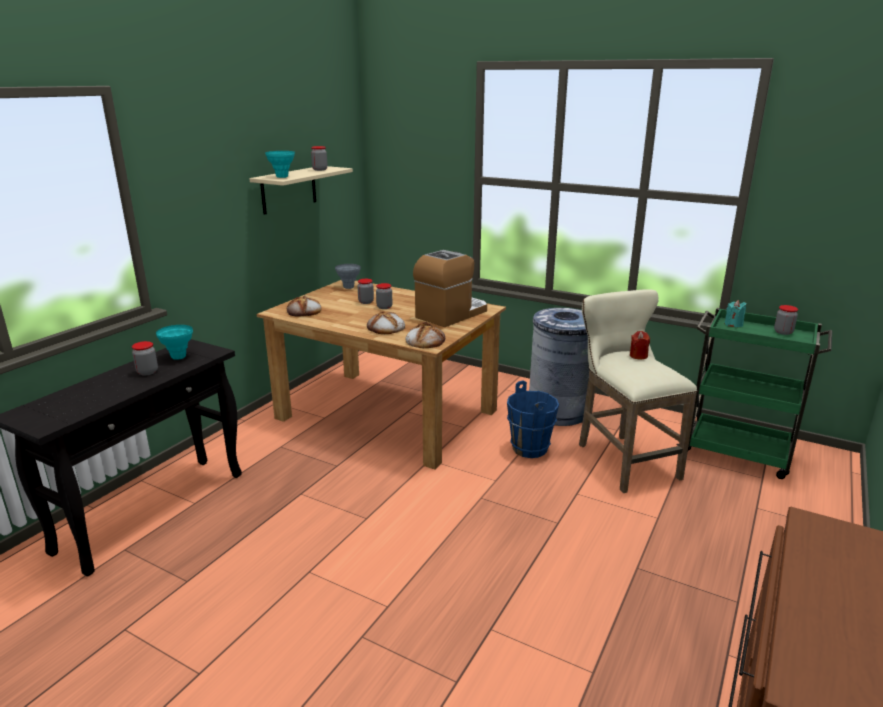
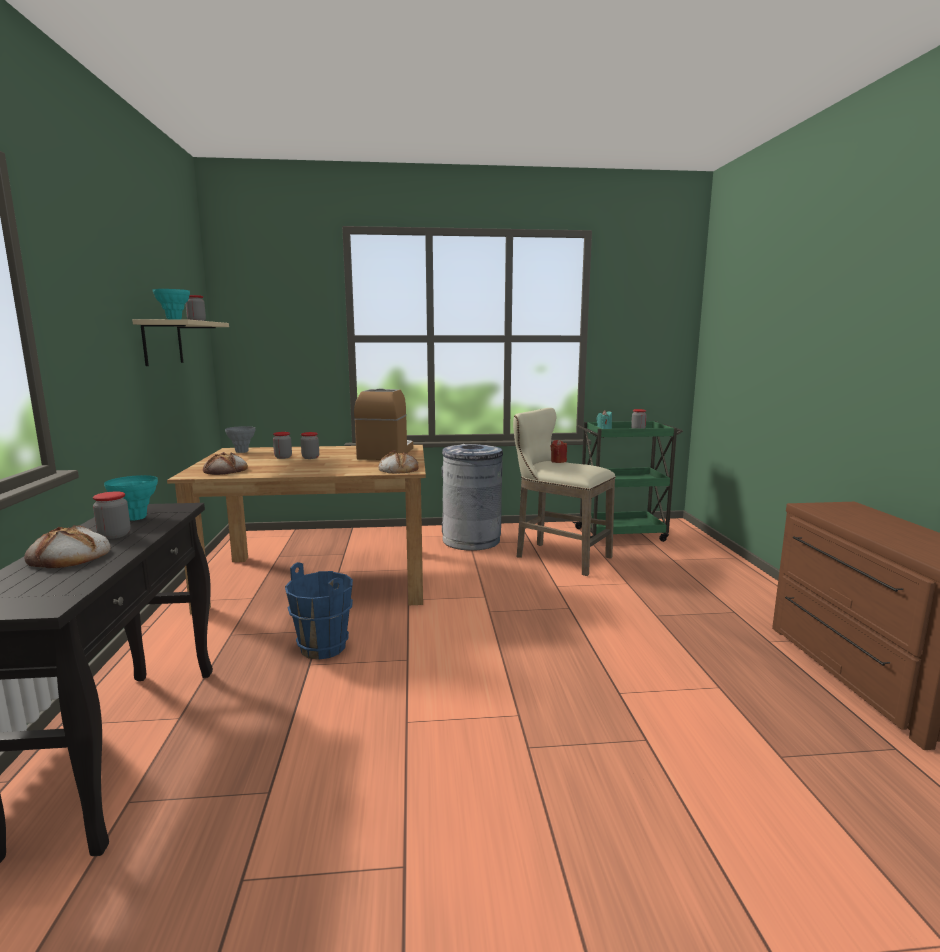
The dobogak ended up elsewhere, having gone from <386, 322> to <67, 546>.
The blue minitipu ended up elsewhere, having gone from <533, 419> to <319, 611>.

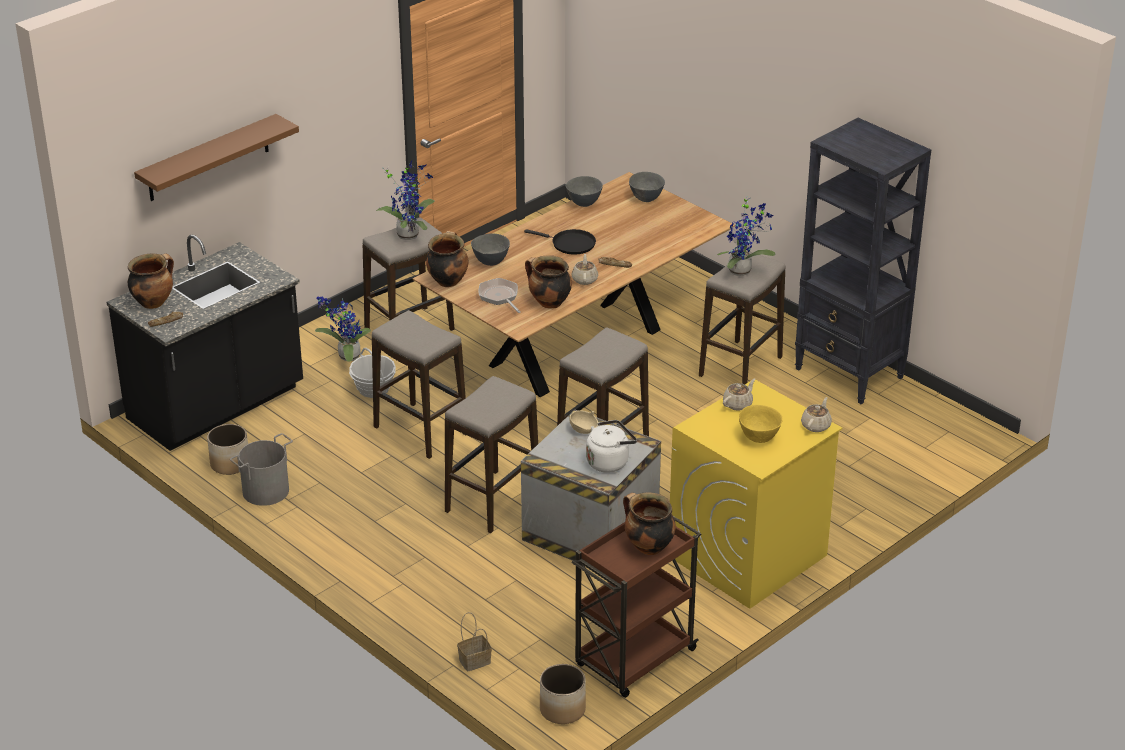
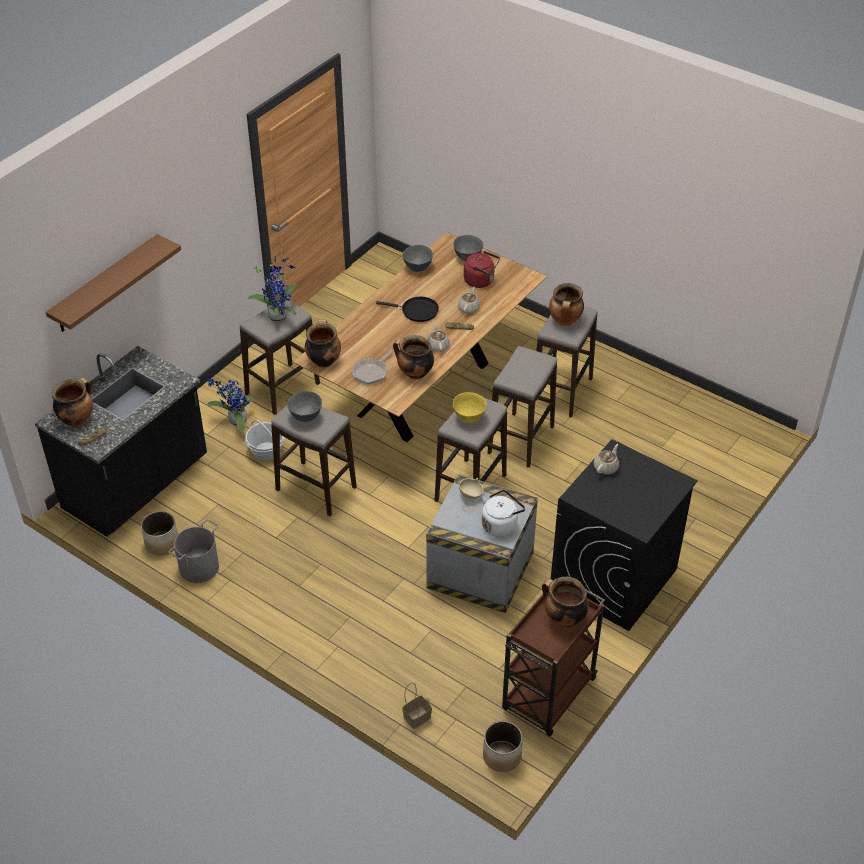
The second view lost the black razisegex at <863, 261>.
The second view gained the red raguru at <482, 269>.
The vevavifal ended up elsewhere, having gone from <491, 454> to <522, 407>.
The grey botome ended up elsewhere, having gone from <490, 249> to <304, 406>.
The yellow botome ended up elsewhere, having gone from <761, 424> to <470, 407>.
The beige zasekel ended up elsewhere, having gone from <816, 414> to <469, 299>.
Where the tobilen stood at <746, 236>, the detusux came to stand at <566, 304>.
What was the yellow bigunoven at <756, 494> turned into the black bigunoven at <624, 535>.
The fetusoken at <500, 295> ended up facing another way, 105 degrees counterclockwise from before.

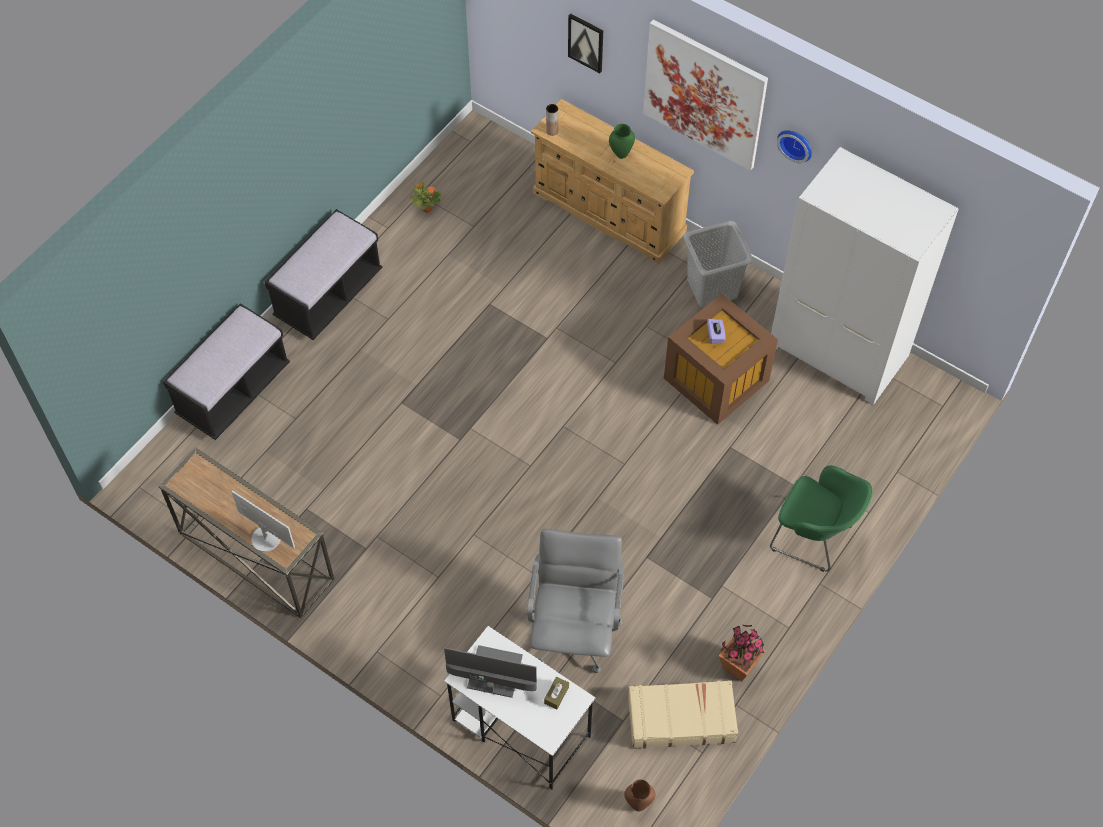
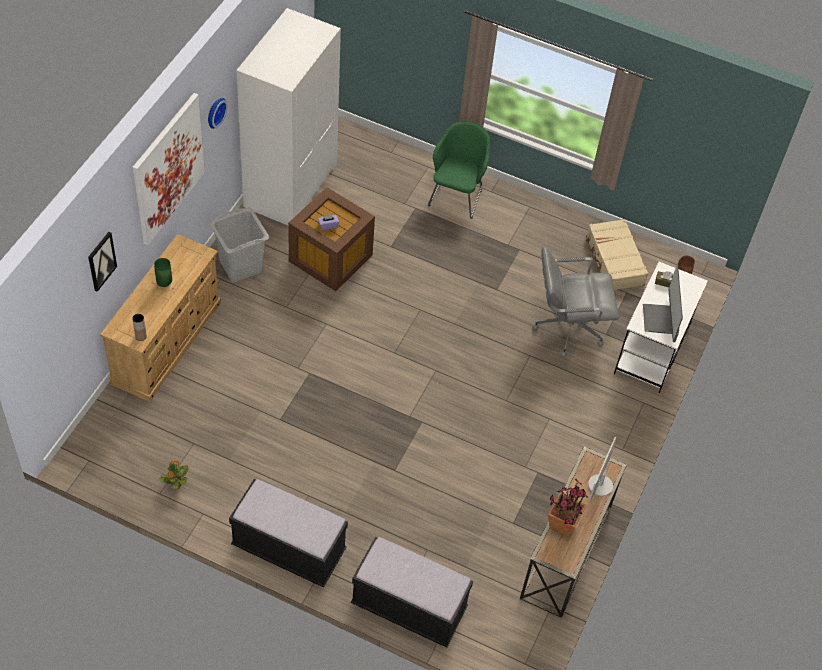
The tobilen ended up elsewhere, having gone from <742, 653> to <568, 507>.

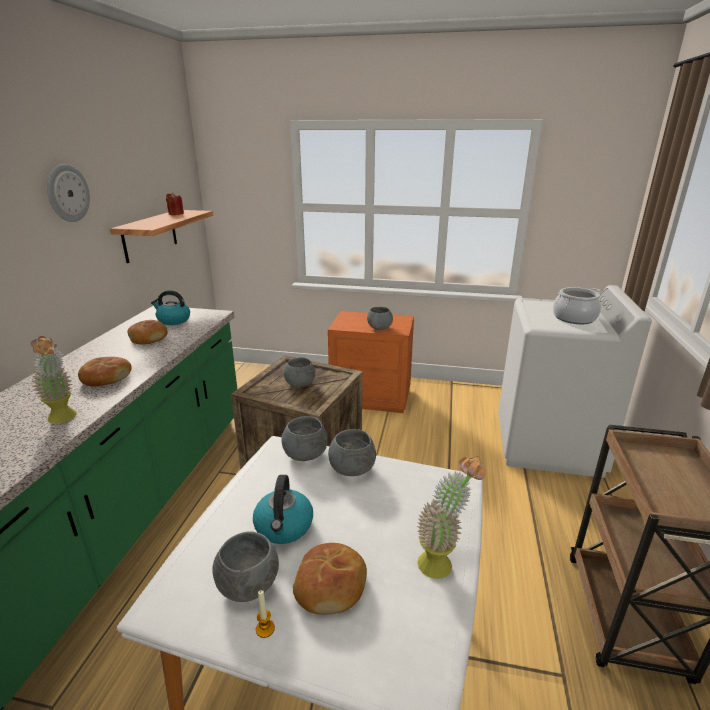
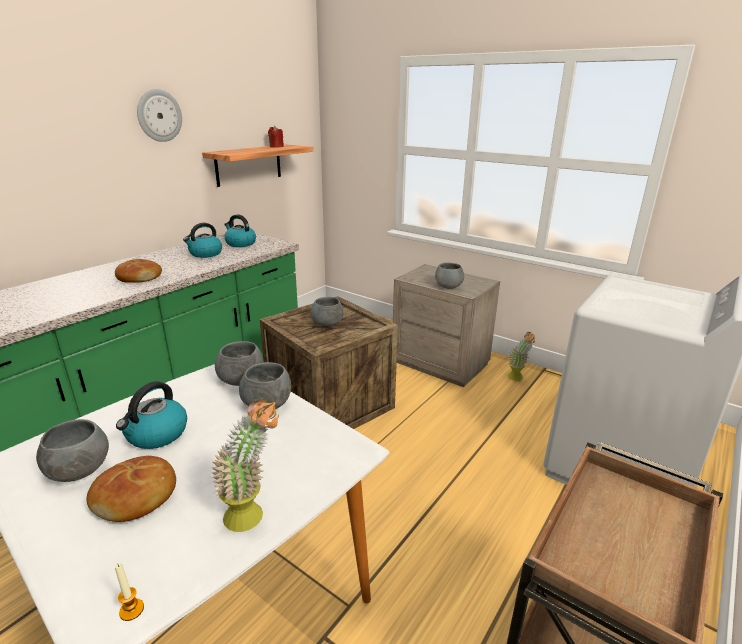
The second view lost the detusux at <577, 305>.
The tobilen ended up elsewhere, having gone from <54, 380> to <521, 356>.
The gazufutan ended up elsewhere, having gone from <265, 614> to <129, 592>.
Where the dobogak stood at <147, 332>, the raguru came to stand at <202, 240>.
What was the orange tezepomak at <371, 362> turned into the beige tezepomak at <446, 325>.

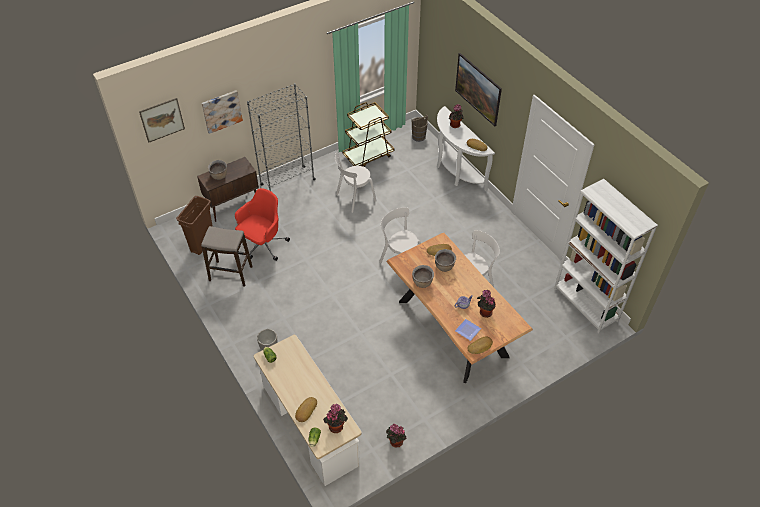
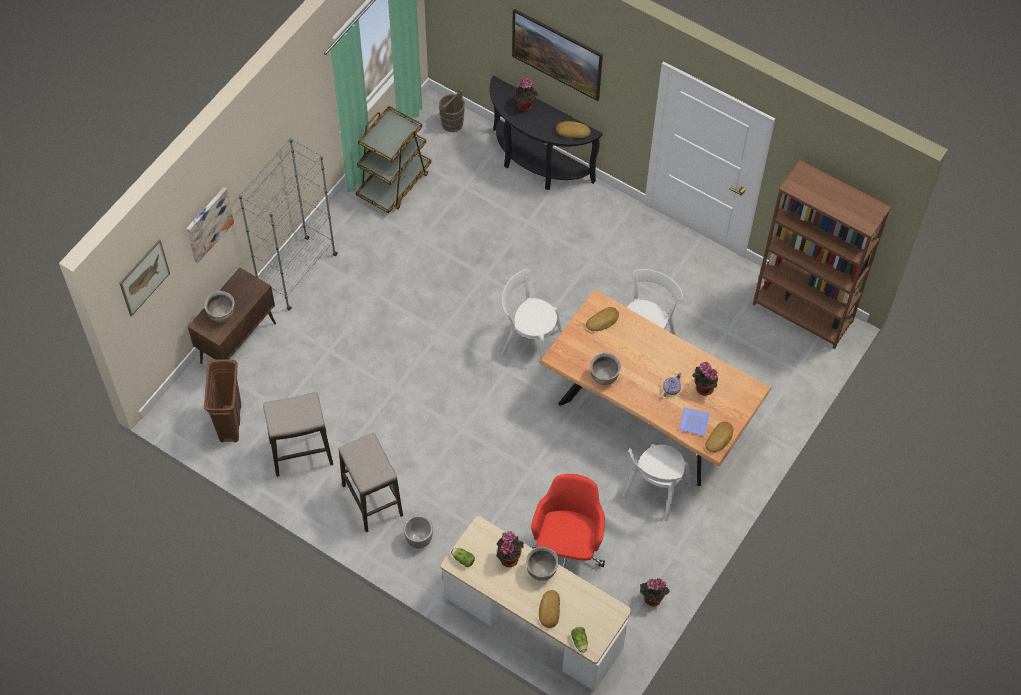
The second view gained the vevavifal at <370, 482>.
The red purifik ended up elsewhere, having gone from <262, 224> to <567, 521>.
The tobilen ended up elsewhere, having gone from <335, 418> to <510, 549>.
The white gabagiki ended up elsewhere, having gone from <356, 183> to <656, 483>.
The brown detusux ended up elsewhere, having gone from <445, 260> to <542, 564>.
What was the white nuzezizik at <466, 148> turned into the black nuzezizik at <546, 133>.
What was the white razisegex at <606, 256> turned into the brown razisegex at <822, 254>.

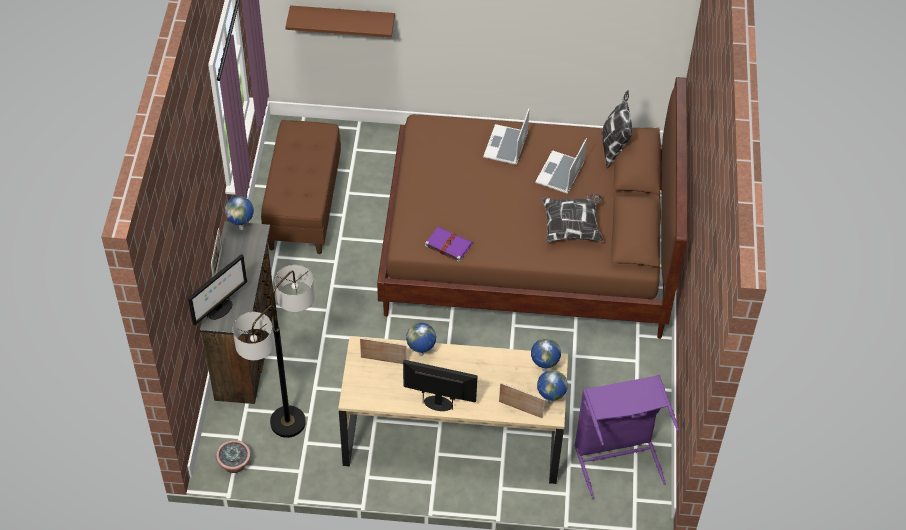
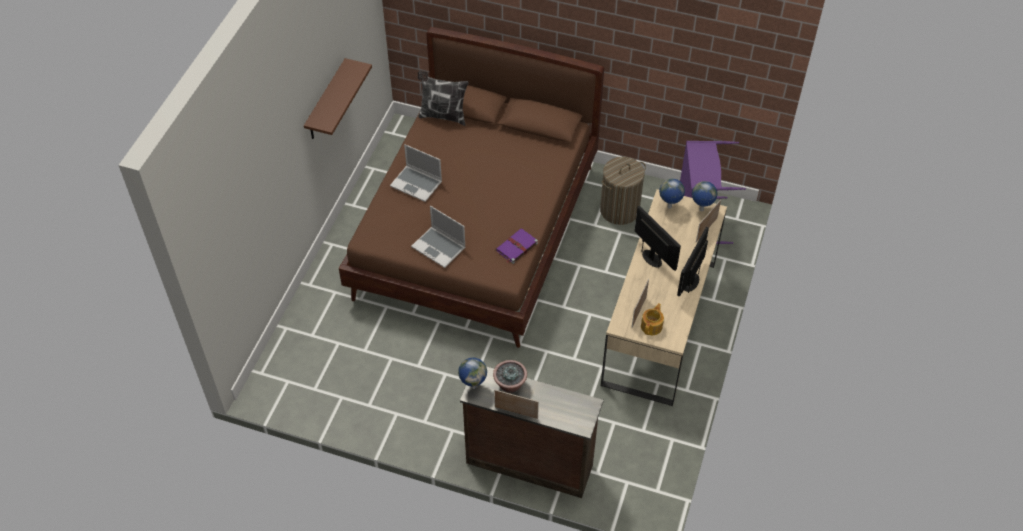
The second view lost the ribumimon at <274, 351>.
The second view lost the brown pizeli at <301, 187>.
The second view lost the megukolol at <421, 339>.
The second view lost the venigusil at <572, 218>.
The second view gained the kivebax at <623, 190>.
The second view gained the zasekel at <652, 319>.
The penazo ended up elsewhere, having gone from <217, 289> to <658, 238>.
The tobilen ended up elsewhere, having gone from <233, 456> to <510, 376>.
The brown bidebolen ended up elsewhere, having gone from <340, 21> to <338, 98>.
The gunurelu ended up elsewhere, having gone from <561, 166> to <438, 237>.

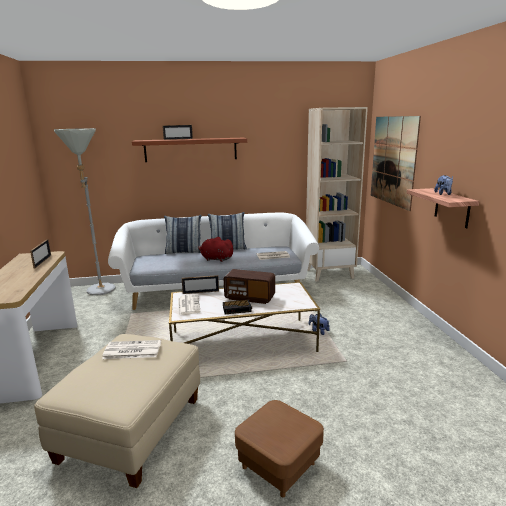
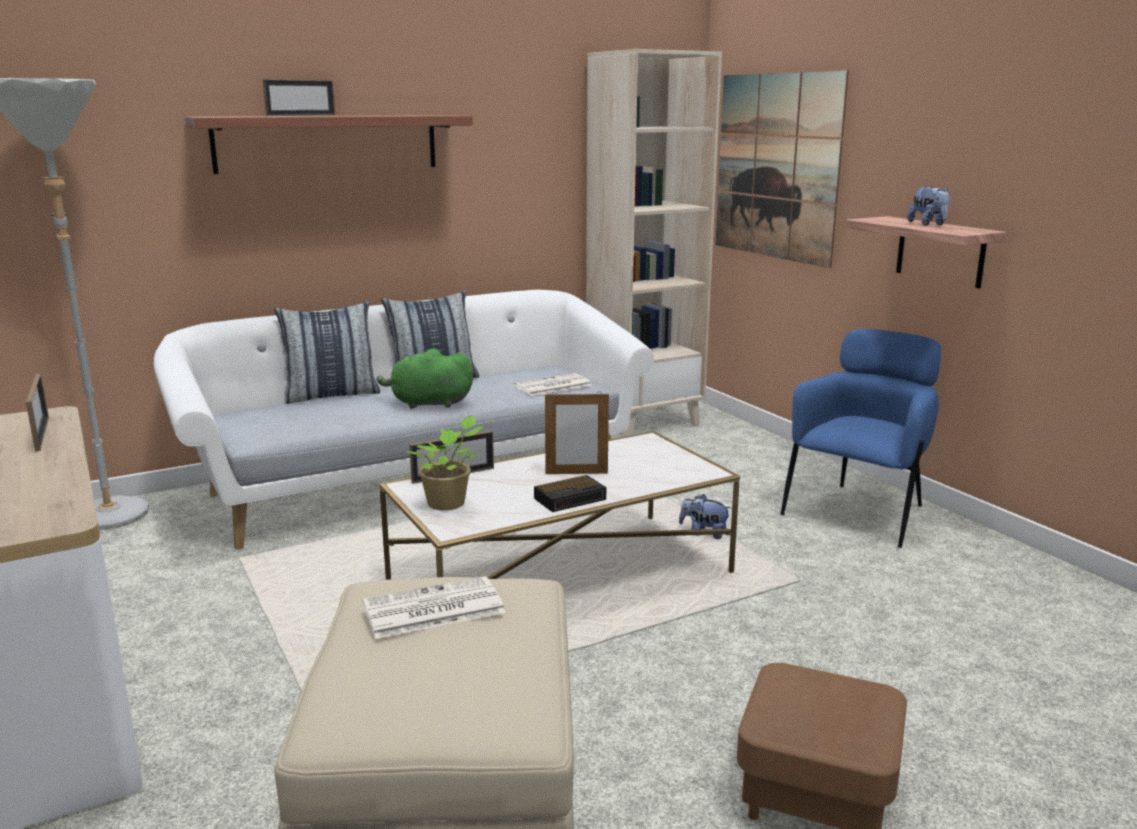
The second view gained the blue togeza at <860, 438>.
Where the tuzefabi stood at <189, 304>, the tobilen came to stand at <446, 463>.
Where the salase stood at <249, 286>, the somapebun came to stand at <577, 432>.
What was the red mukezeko at <216, 249> turned into the green mukezeko at <425, 378>.

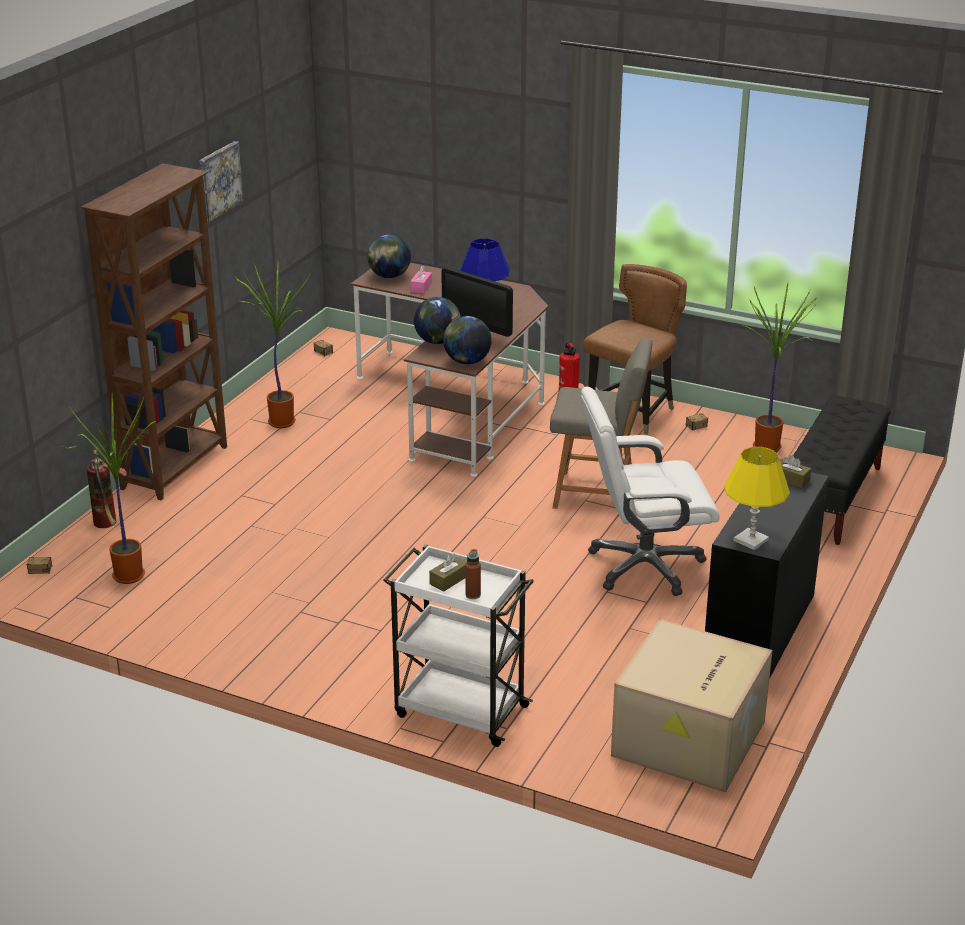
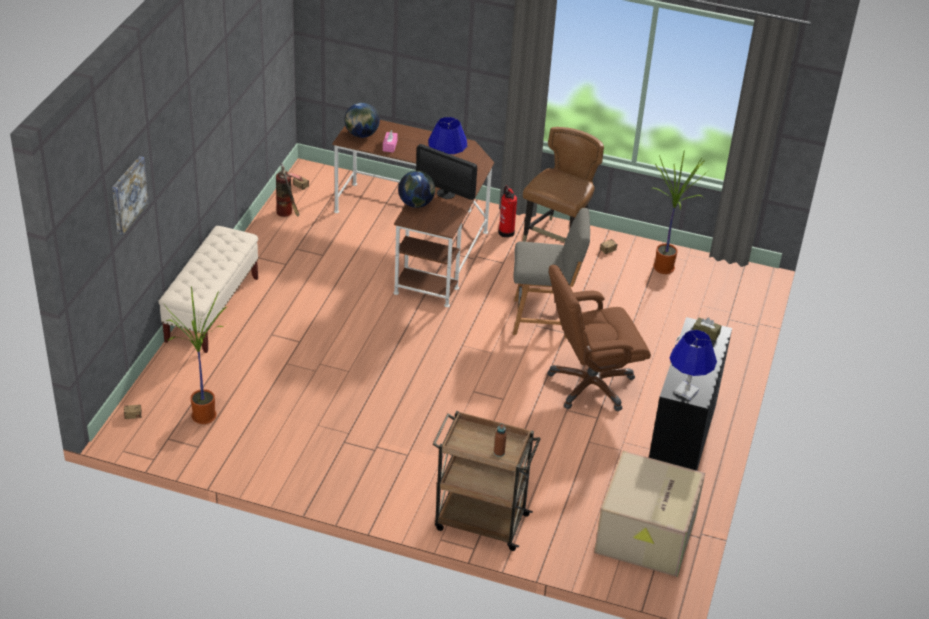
The second view lost the tobilen at <273, 345>.
The second view lost the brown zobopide at <447, 572>.
The second view lost the megukolol at <467, 340>.
The second view lost the black pizeli at <842, 470>.
The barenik ended up elsewhere, having gone from <107, 488> to <289, 190>.
The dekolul ended up elsewhere, having gone from <221, 181> to <130, 195>.
Where the brown razisegex stood at <154, 331>, the beige pizeli came to stand at <208, 289>.
What was the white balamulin at <458, 645> turned into the brown balamulin at <487, 481>.
What was the white purifik at <650, 491> turned into the brown purifik at <599, 338>.
What was the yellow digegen at <757, 498> turned into the blue digegen at <693, 365>.

